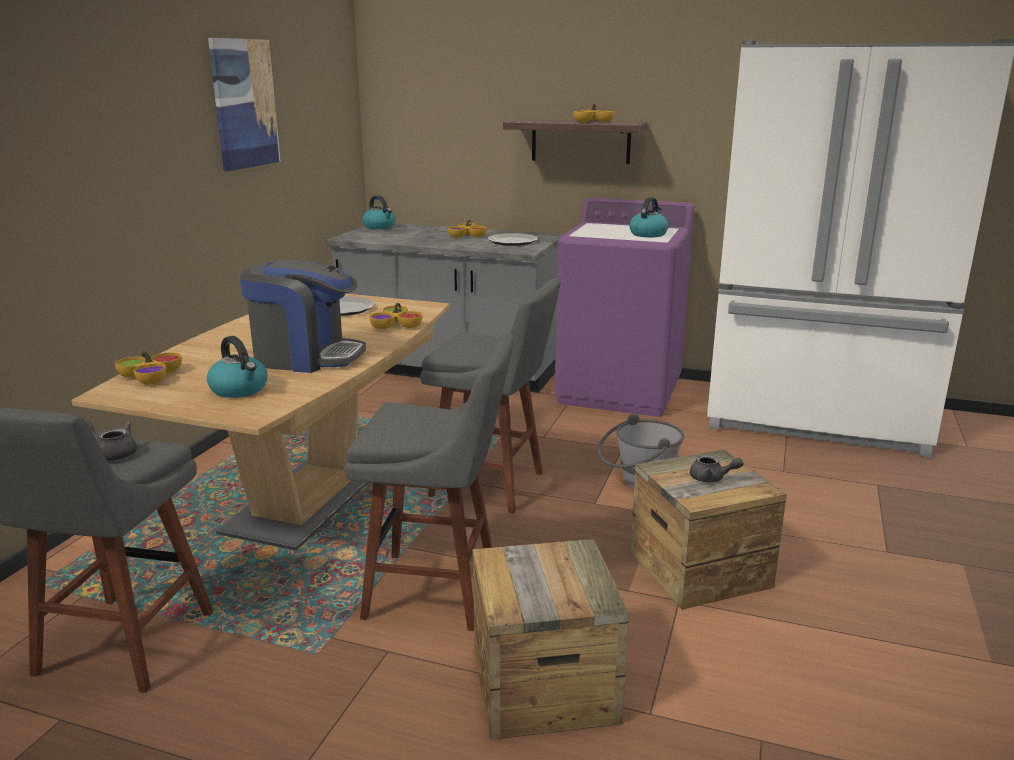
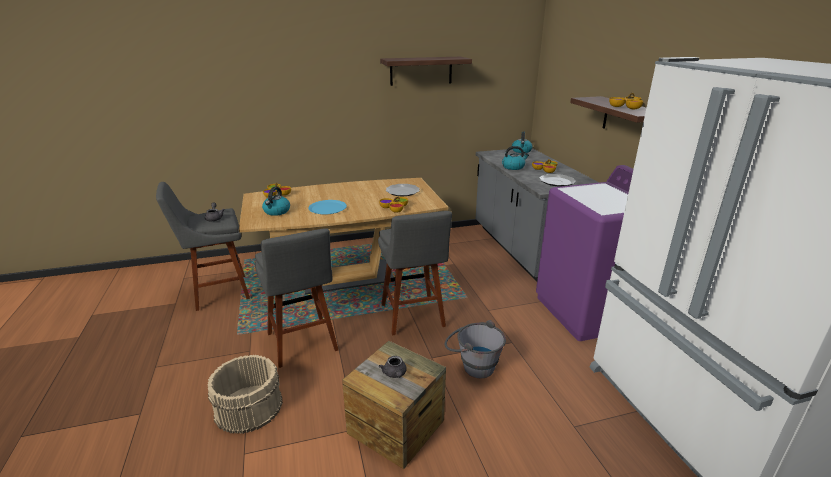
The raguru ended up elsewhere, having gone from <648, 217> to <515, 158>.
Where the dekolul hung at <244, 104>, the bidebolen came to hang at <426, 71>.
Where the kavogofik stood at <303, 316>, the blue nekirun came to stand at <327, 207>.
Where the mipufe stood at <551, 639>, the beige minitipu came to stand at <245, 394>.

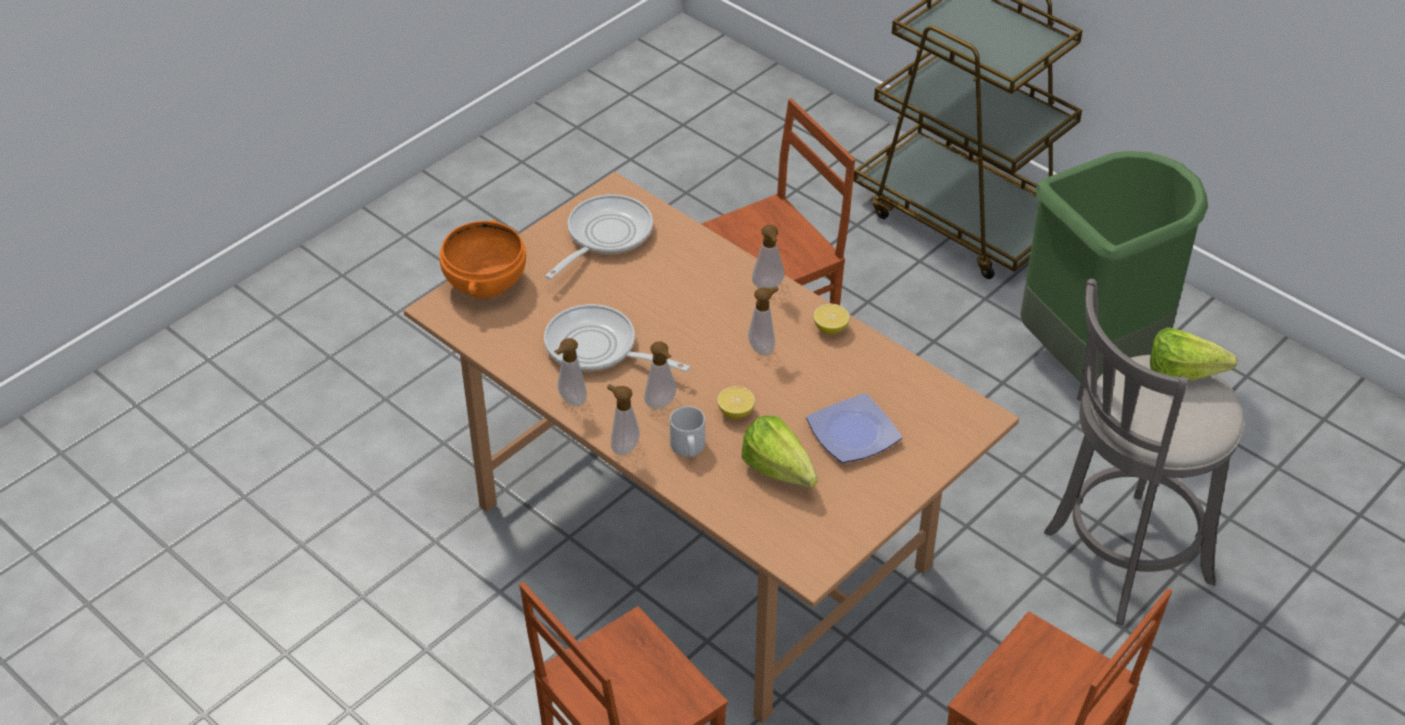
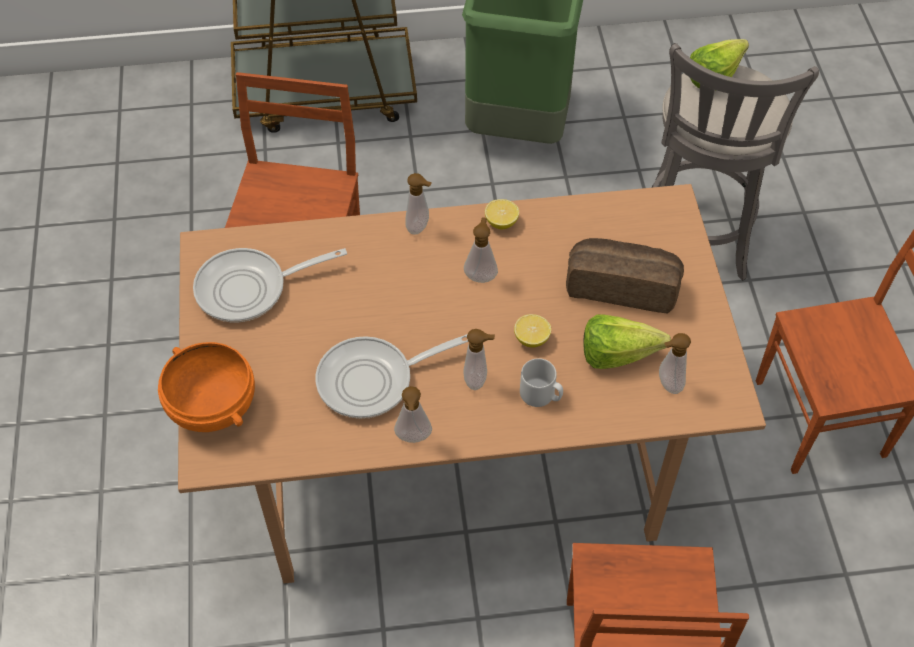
The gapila ended up elsewhere, having gone from <623, 419> to <675, 363>.
Where the nekirun stood at <854, 428>, the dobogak came to stand at <625, 276>.
The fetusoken at <599, 236> ended up facing another way, 90 degrees counterclockwise from before.

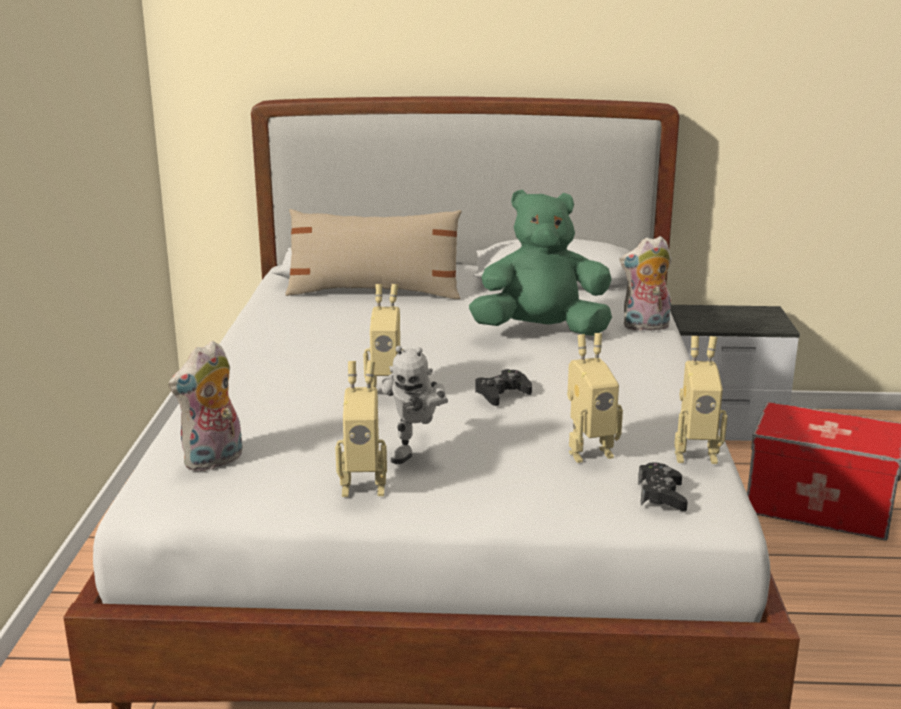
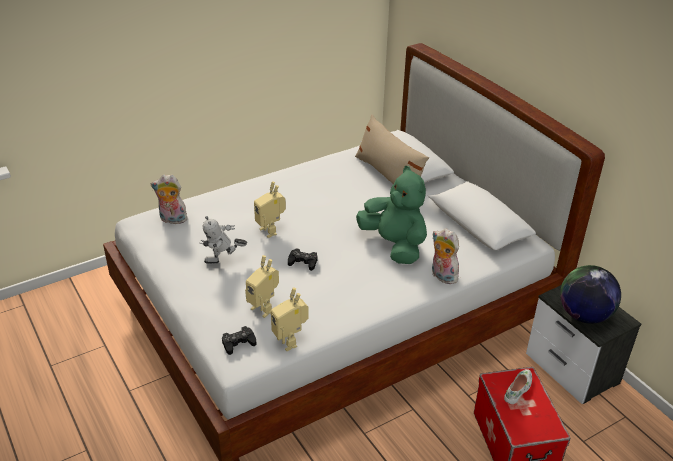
The second view lost the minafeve at <361, 429>.
The second view gained the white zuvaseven at <518, 386>.
The second view gained the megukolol at <590, 294>.

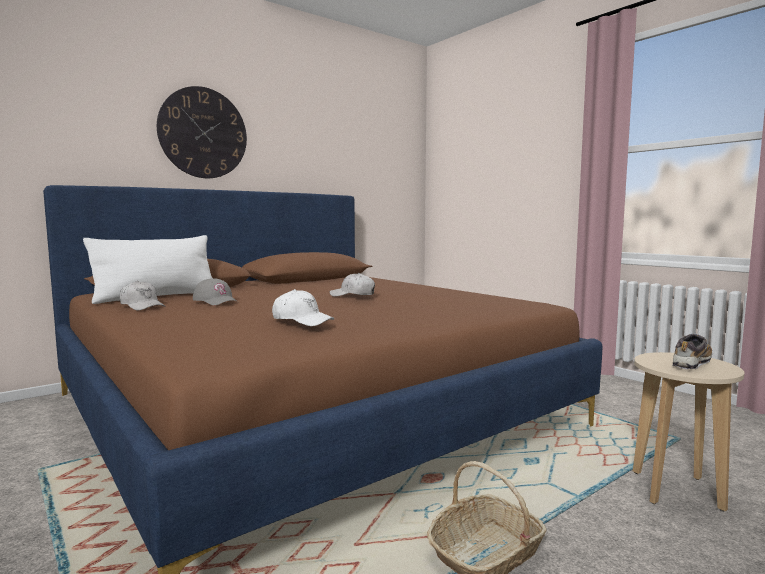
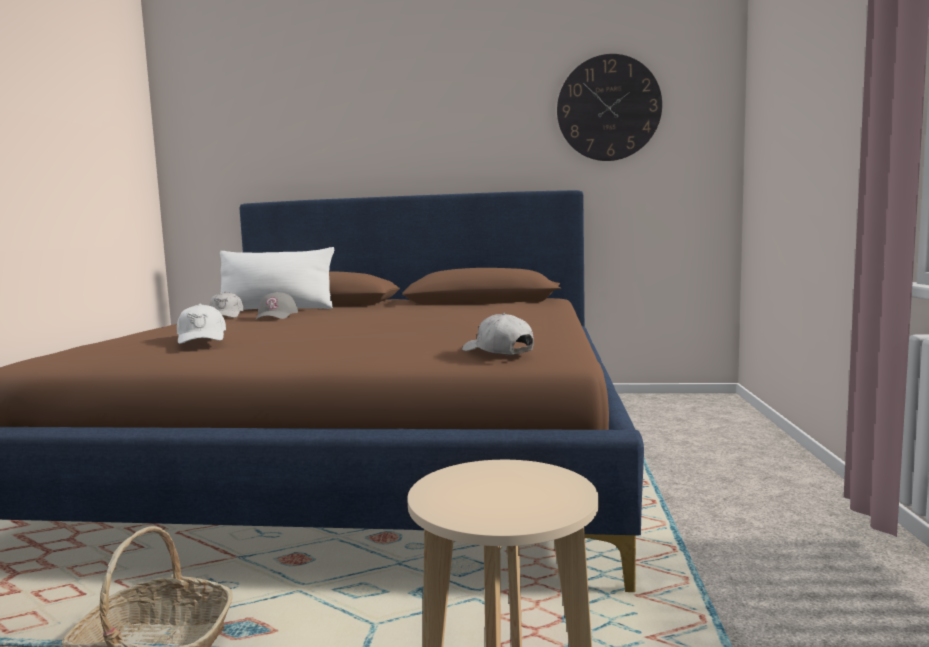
The second view lost the zuvaseven at <692, 351>.
The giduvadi ended up elsewhere, having gone from <202, 132> to <609, 107>.
The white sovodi ended up elsewhere, having gone from <352, 285> to <498, 334>.

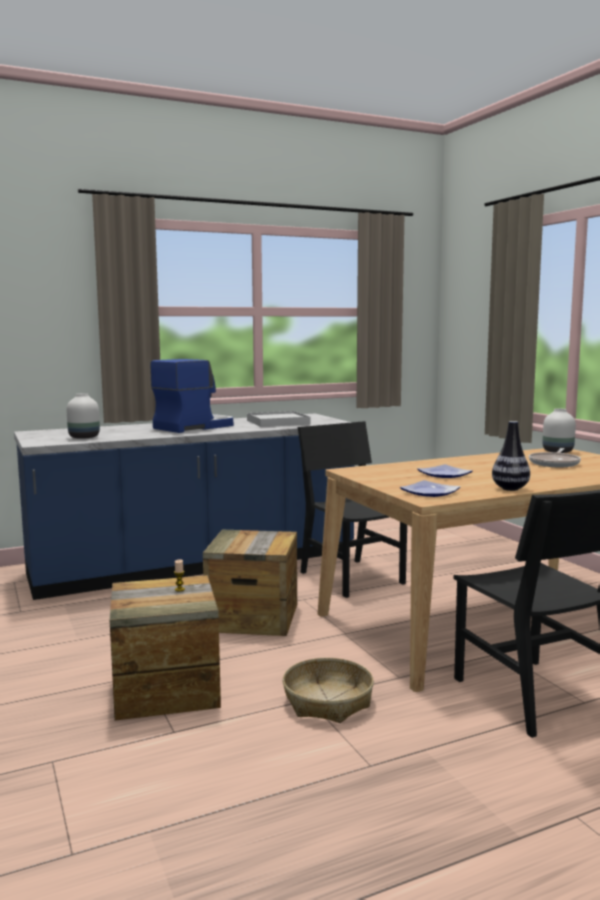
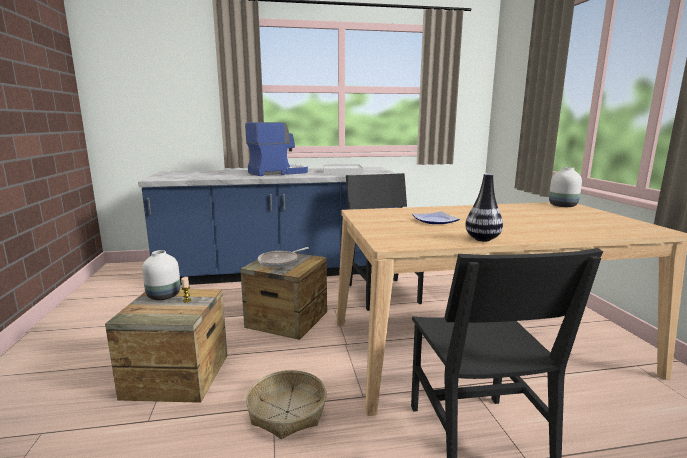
The second view lost the nekirun at <430, 488>.
The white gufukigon ended up elsewhere, having gone from <83, 416> to <161, 275>.
The fetusoken ended up elsewhere, having gone from <555, 457> to <283, 257>.

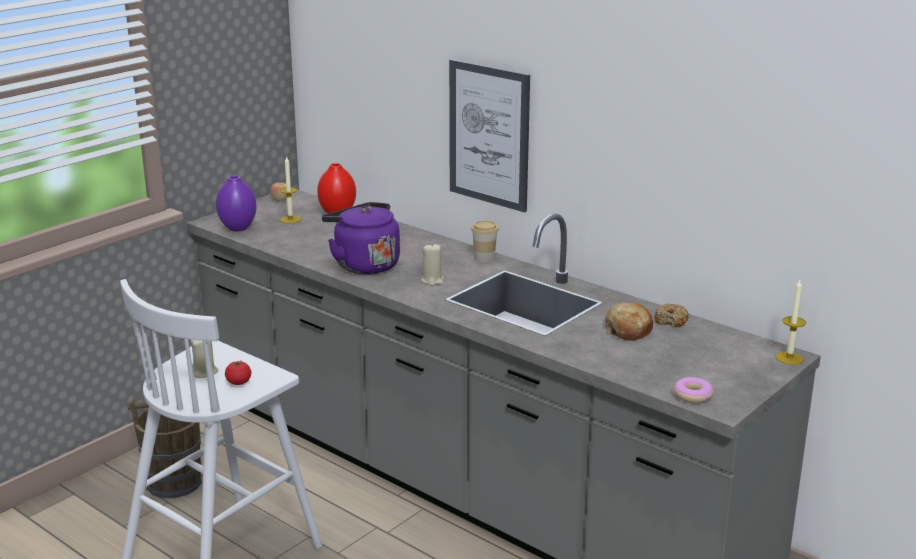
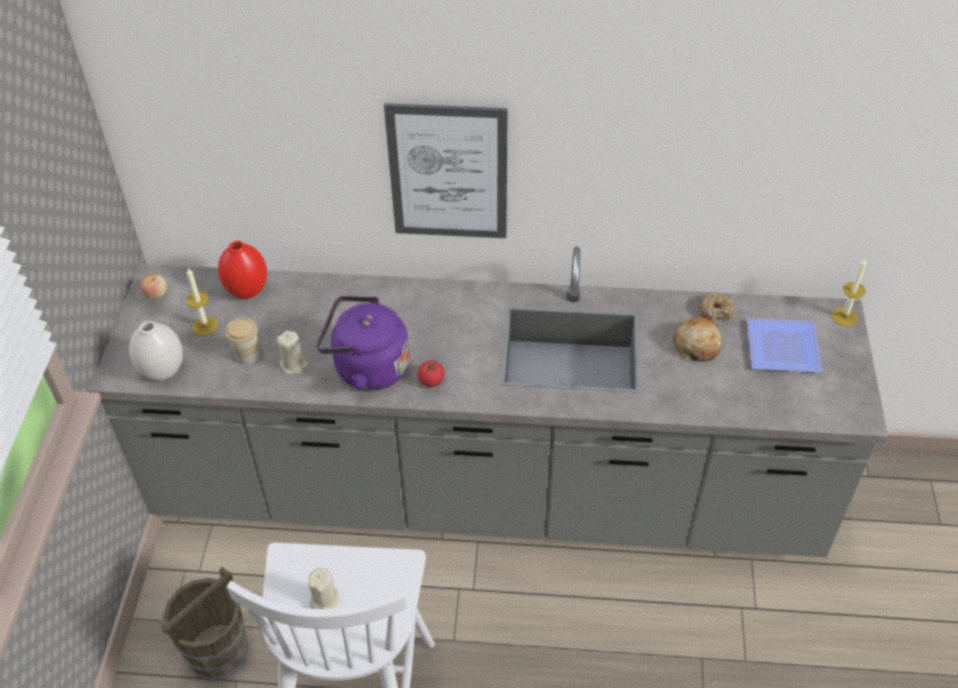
The second view lost the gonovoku at <694, 390>.
The second view gained the nekirun at <784, 345>.
The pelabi ended up elsewhere, having gone from <238, 373> to <431, 374>.
The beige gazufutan ended up elsewhere, having gone from <432, 264> to <293, 352>.
The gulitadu ended up elsewhere, having gone from <484, 241> to <242, 341>.
What was the purple gufukigon at <236, 203> turned into the white gufukigon at <156, 351>.

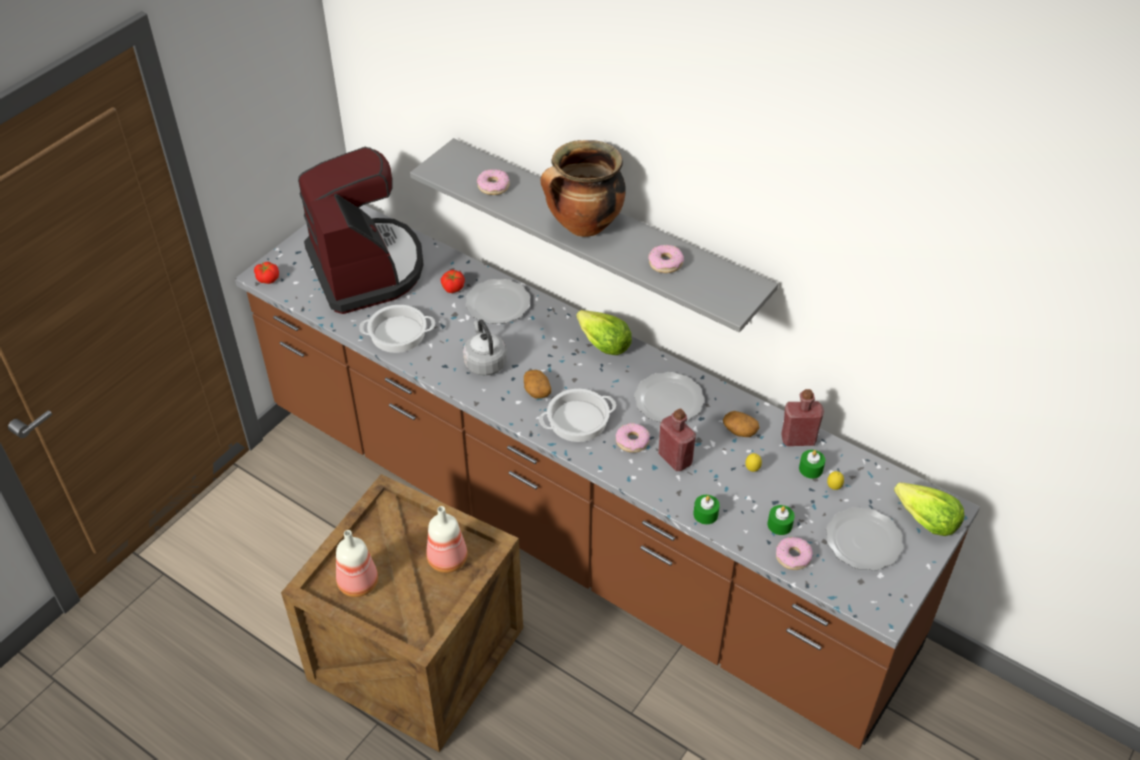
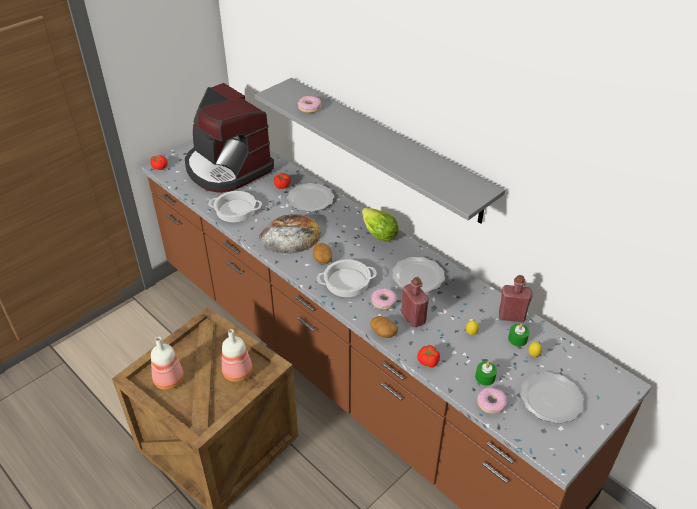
The second view lost the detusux at <583, 188>.
The second view lost the gonovoku at <666, 259>.
The second view lost the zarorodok at <929, 509>.
The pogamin ended up elsewhere, having gone from <741, 424> to <384, 327>.
Where the grey raguru stood at <485, 348>, the dobogak came to stand at <290, 234>.
Where the green gazufutan stood at <706, 509>, the pelabi came to stand at <428, 356>.
The kavogofik at <361, 230> ended up facing another way, 150 degrees clockwise from before.

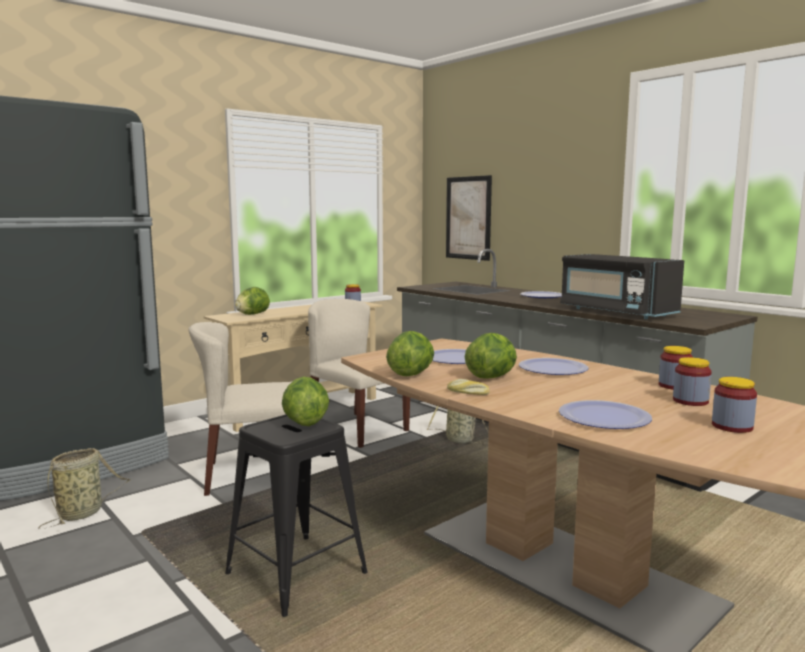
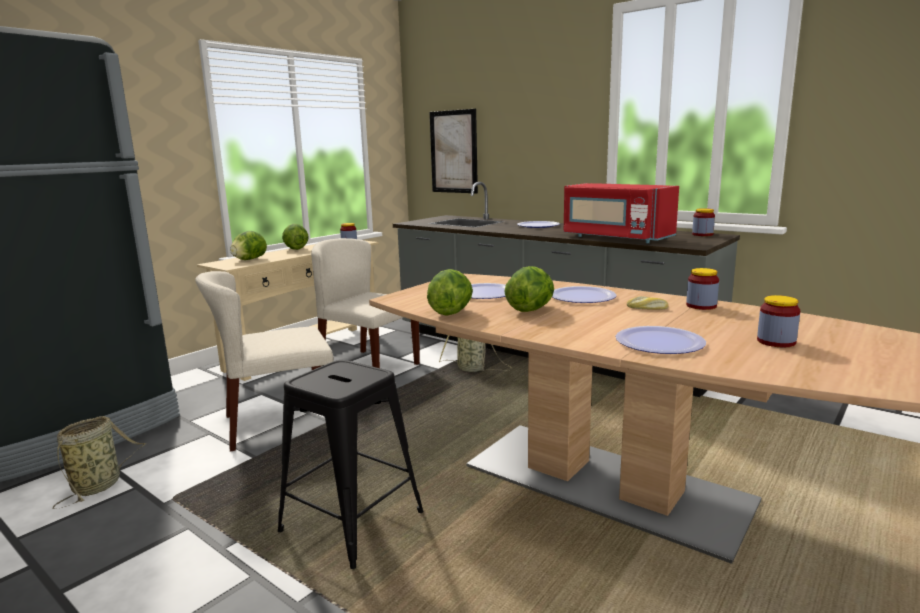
The zarorodok ended up elsewhere, having gone from <305, 401> to <295, 236>.
The dobogak ended up elsewhere, having gone from <468, 387> to <648, 303>.
The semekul ended up elsewhere, having gone from <692, 381> to <703, 222>.
What was the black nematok at <622, 286> turned into the red nematok at <621, 213>.

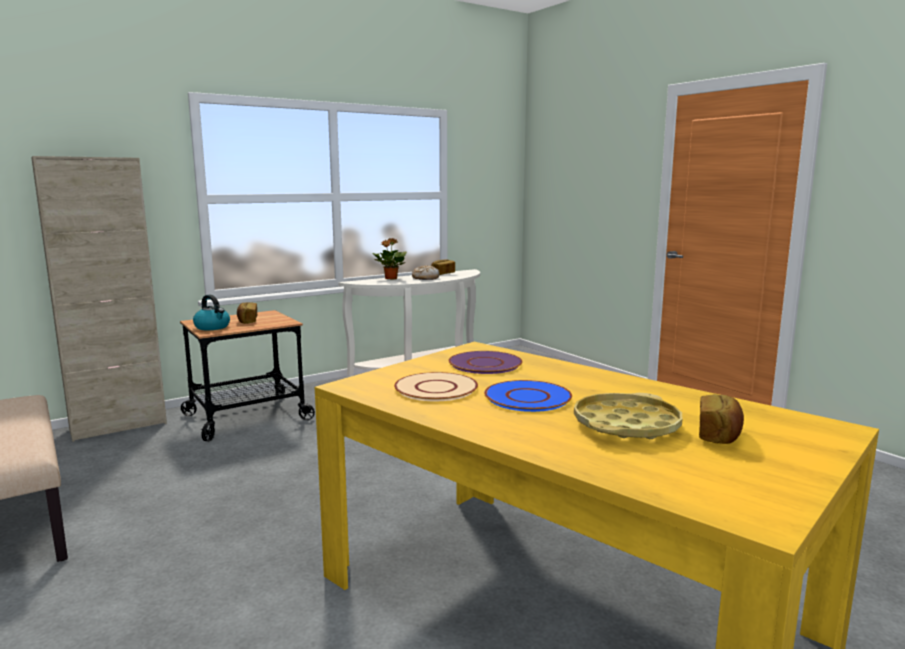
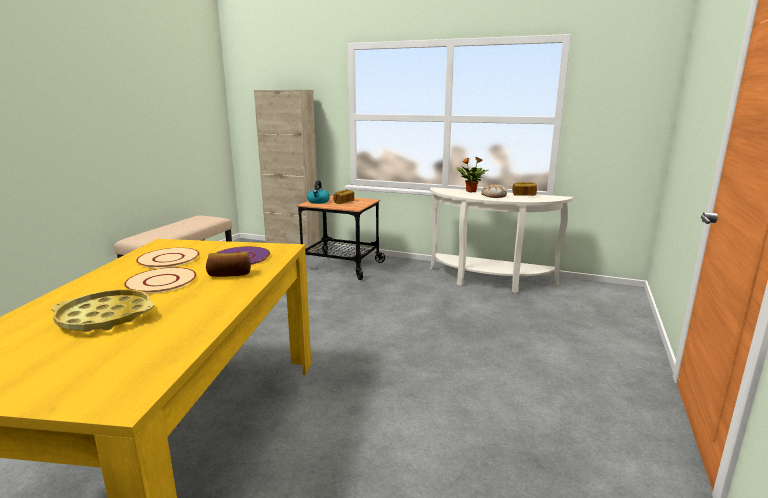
The dobogak ended up elsewhere, having gone from <721, 419> to <228, 264>.
What was the blue nekirun at <528, 396> turned into the beige nekirun at <160, 280>.

